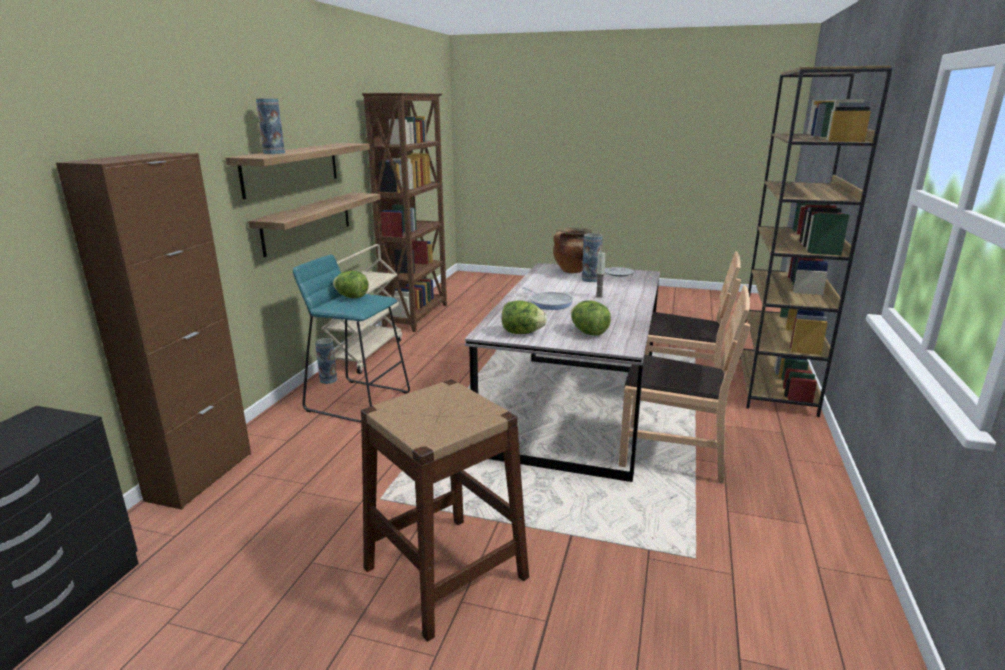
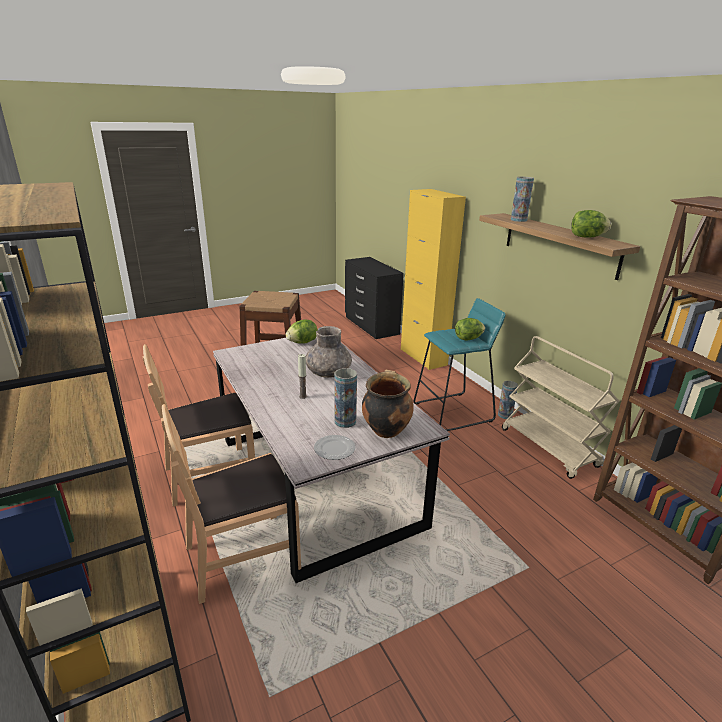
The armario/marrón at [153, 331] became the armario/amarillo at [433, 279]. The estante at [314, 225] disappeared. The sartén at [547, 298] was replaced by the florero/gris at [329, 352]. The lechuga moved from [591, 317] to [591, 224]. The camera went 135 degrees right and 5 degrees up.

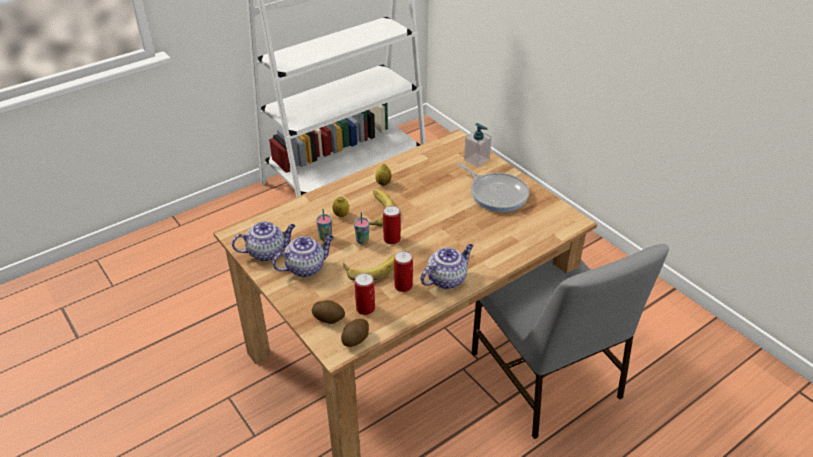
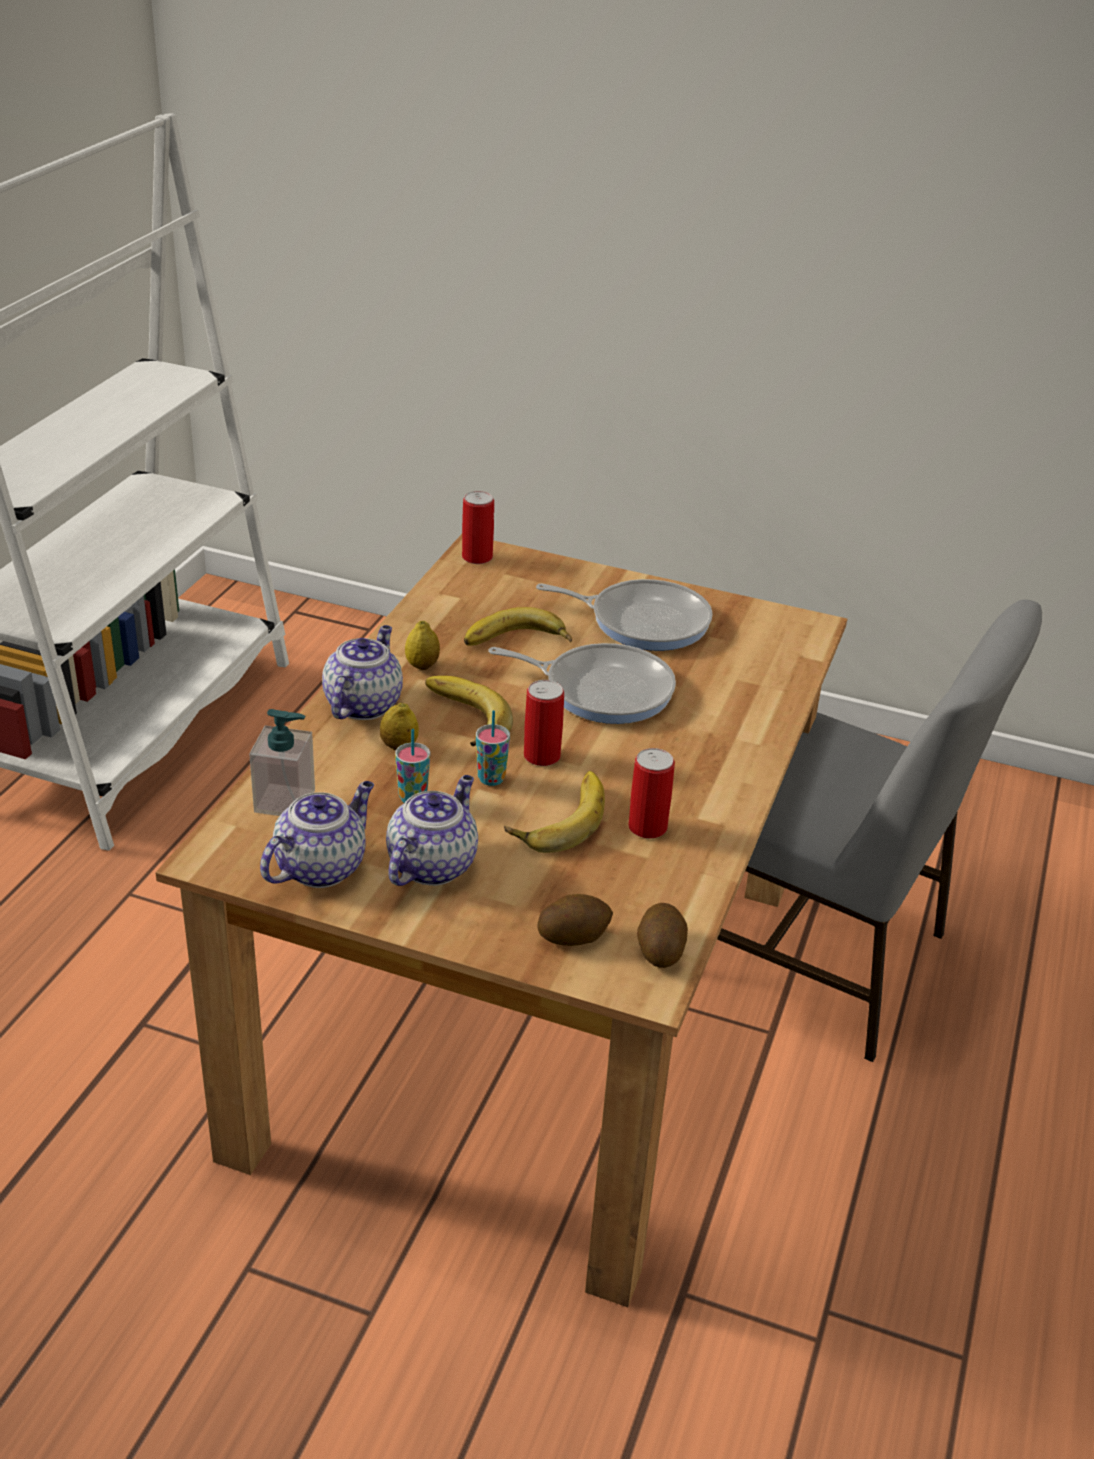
The lata moved from [365, 294] to [478, 527]. The tetera moved from [446, 266] to [362, 672]. The dispensador de jabón moved from [478, 145] to [282, 762]. The plátano at [518, 626] appeared. The sartén at [582, 683] appeared. The camera went 35 degrees left and 5 degrees down.

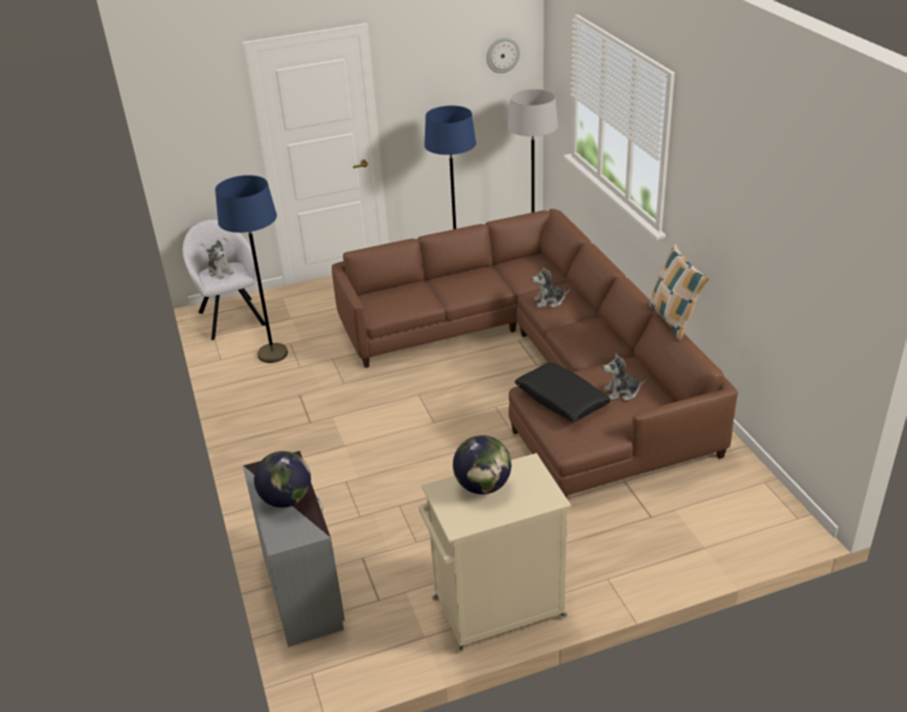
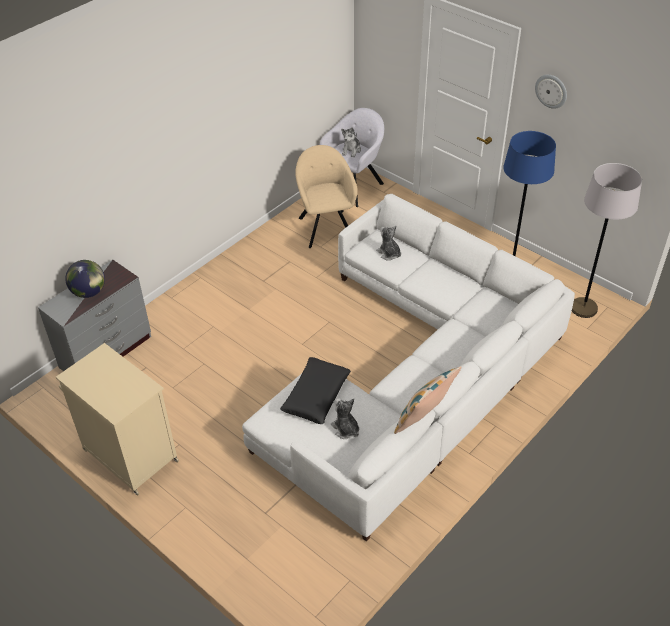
The lámpara de pie/azul at [251, 269] was replaced by the sillón/beis at [326, 196]. The sofá/marrón at [535, 353] became the sofá/blanco at [408, 368]. The globo terráqueo at [482, 464] disappeared. The reloj de pared moved from [503, 55] to [551, 92]. The peluche moved from [551, 287] to [388, 243]. The camera went 60 degrees right and 10 degrees up.

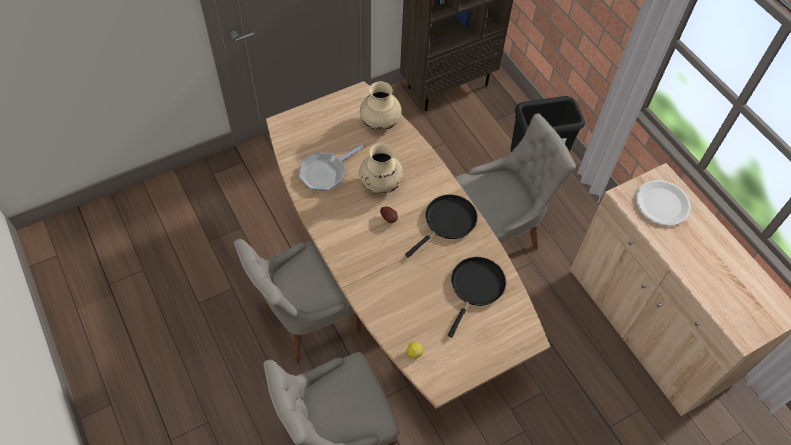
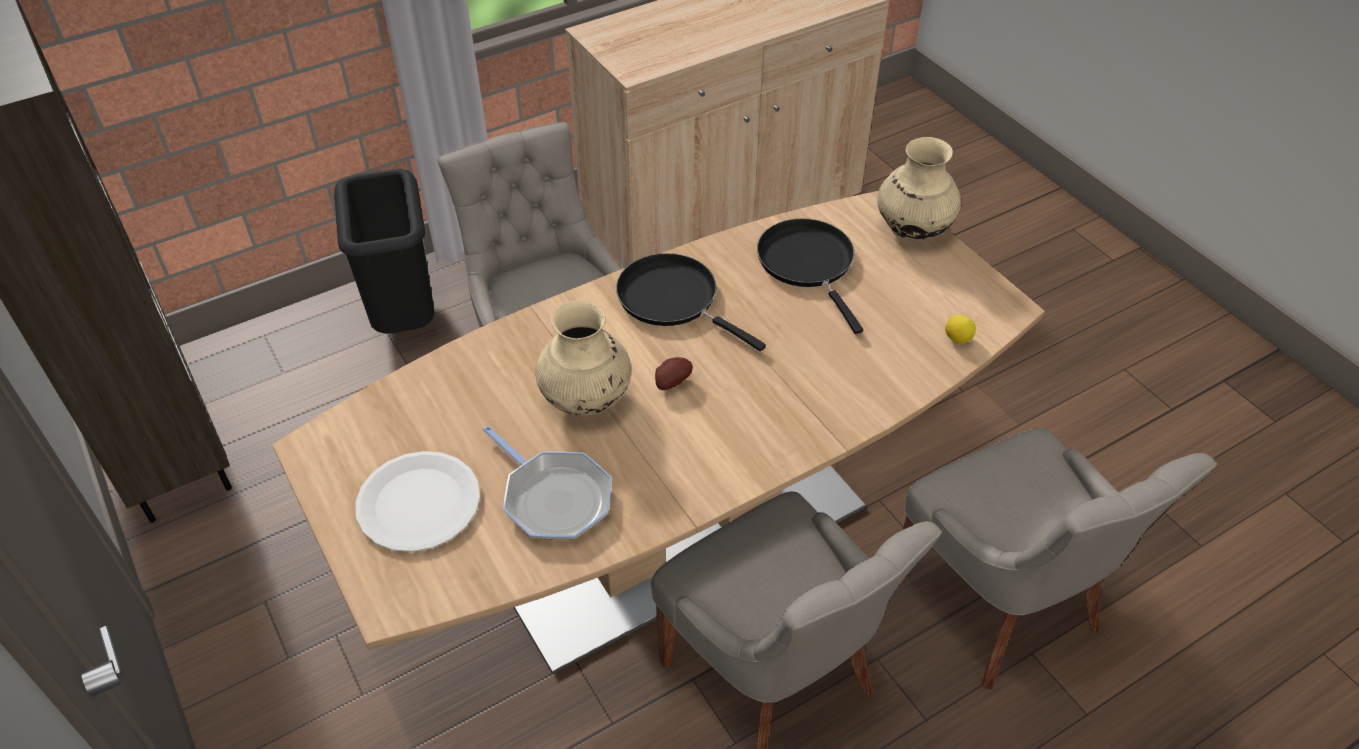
The florero/beis moved from [380, 105] to [919, 189]. The sartén/negro at [477, 297] turned 45 degrees clockwise. The plato/blanco moved from [663, 203] to [417, 501]. The camera went 90 degrees left and 10 degrees down.

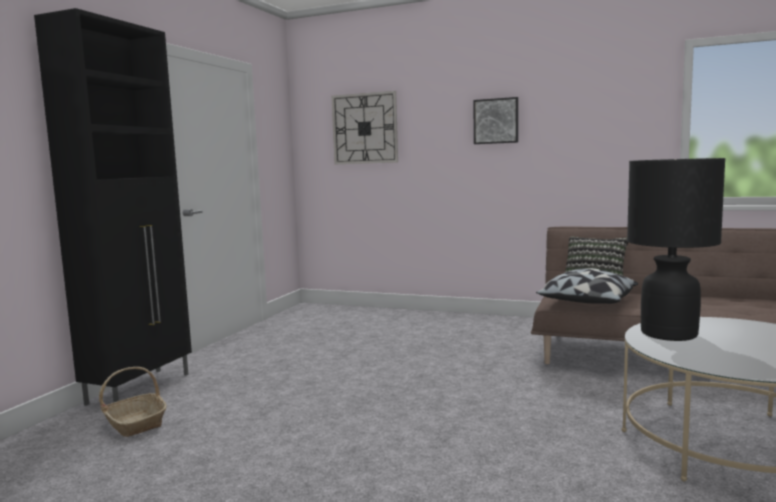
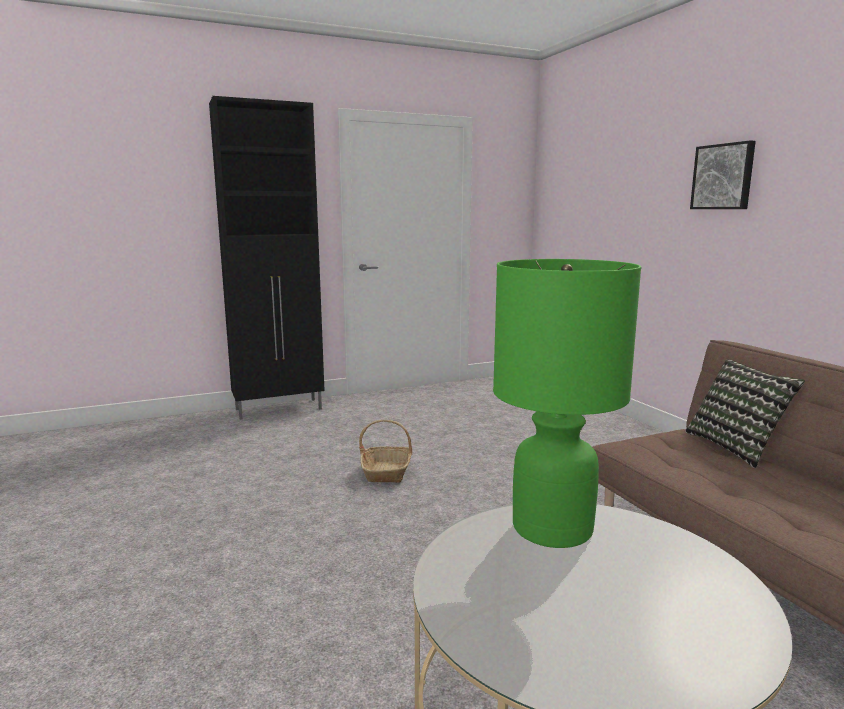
The cesta moved from [133, 402] to [385, 451]. The reloj de pared at [365, 127] disappeared. The cojín at [587, 286] disappeared. The lámpara de mesa/negro at [676, 249] became the lámpara de mesa/verde at [567, 403]. The camera went 45 degrees right and 5 degrees up.

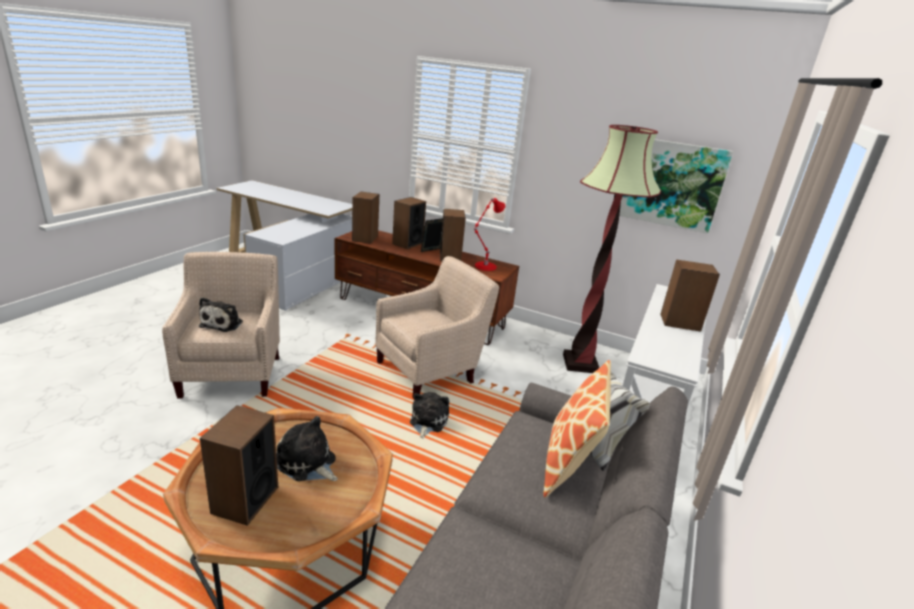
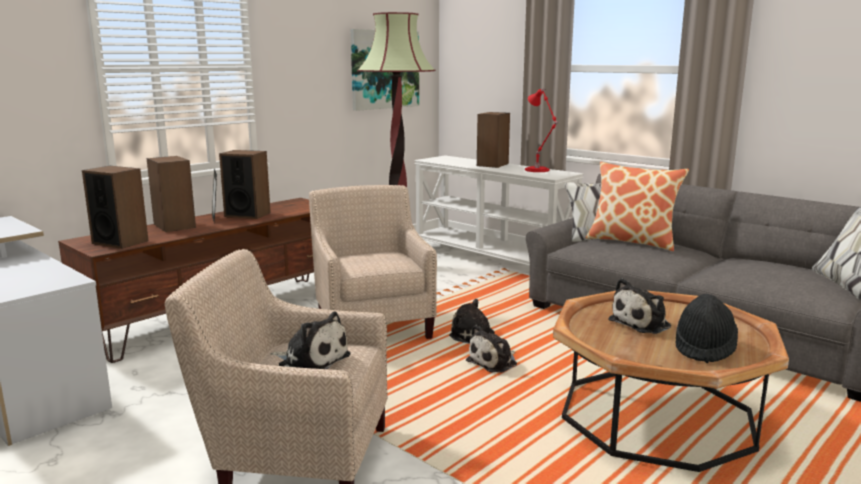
The altavoz at [239, 465] was replaced by the sombrero/negro at [707, 328]. The lámpara de mesa/rojo moved from [489, 234] to [542, 130]. The peluche at [491, 349] appeared. The camera went 70 degrees left and 10 degrees down.

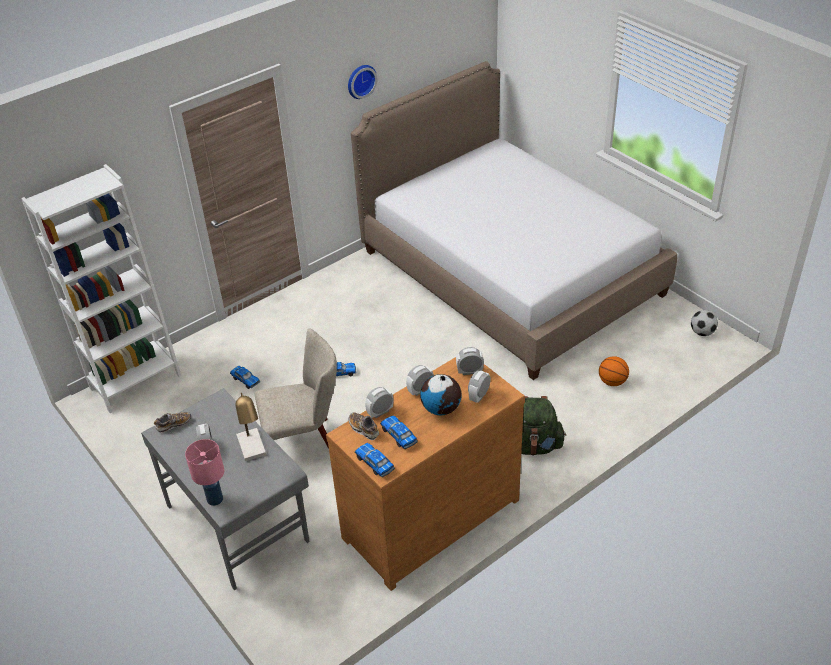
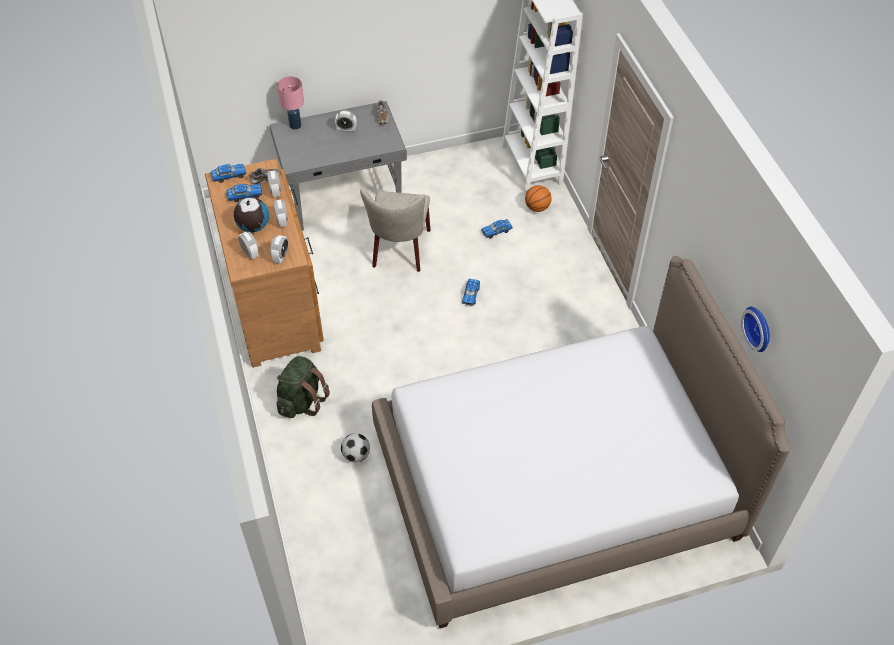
The lámpara de mesa at [250, 427] disappeared. The reloj de pared moved from [362, 82] to [755, 329]. The balón de baloncesto moved from [614, 371] to [538, 198]. The balón de fútbol moved from [704, 323] to [355, 448]. The camera went 110 degrees right and 10 degrees up.

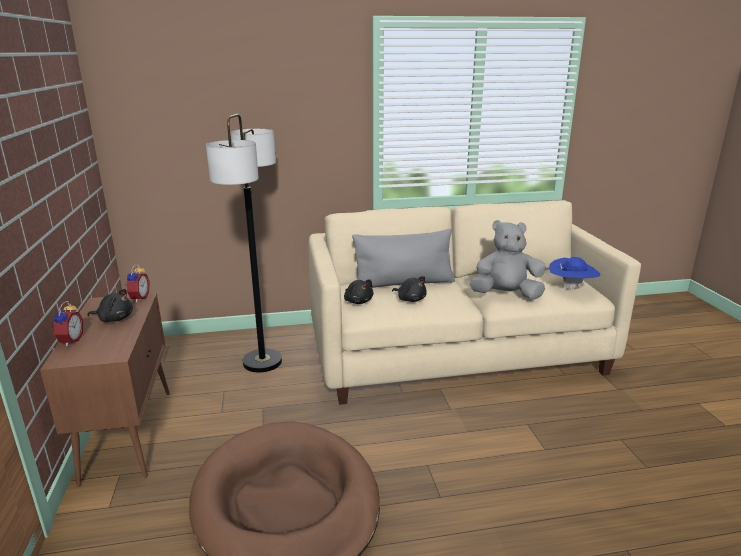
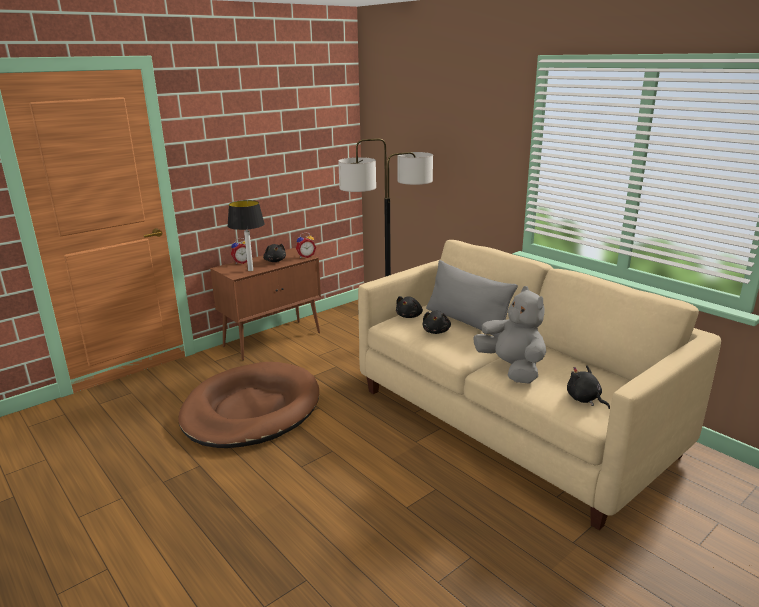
The sombrero/azul at [574, 273] was replaced by the peluche/negro at [588, 387]. The lámpara de mesa at [246, 235] appeared. The camera went 60 degrees right and 0 degrees up.

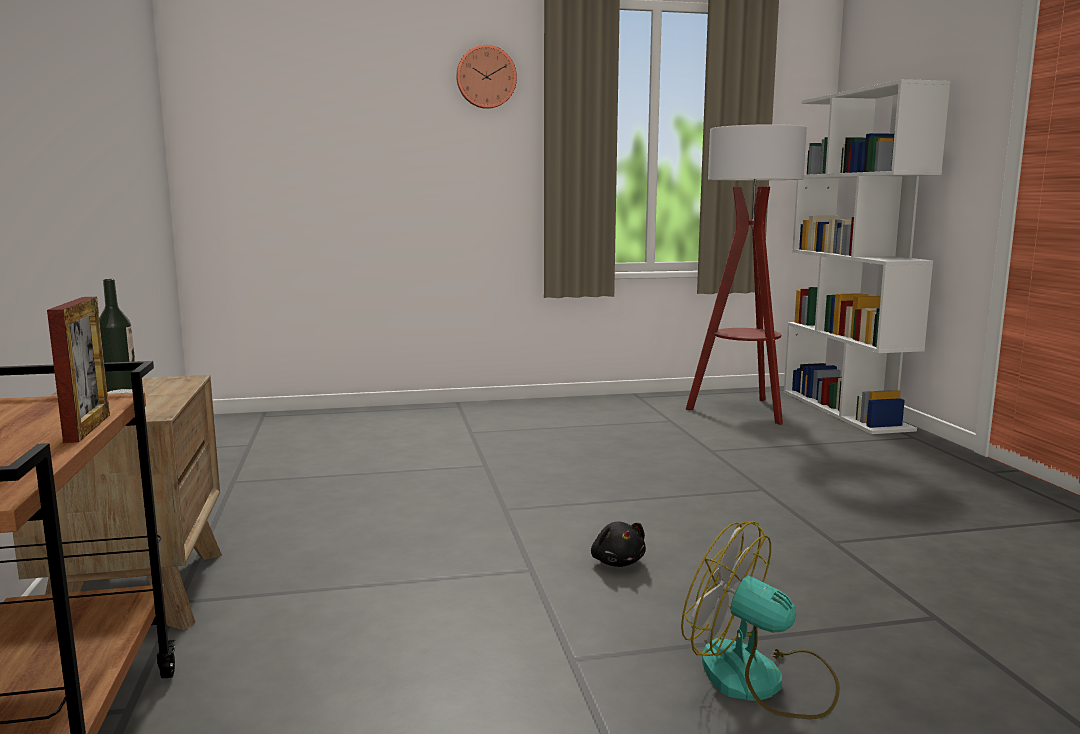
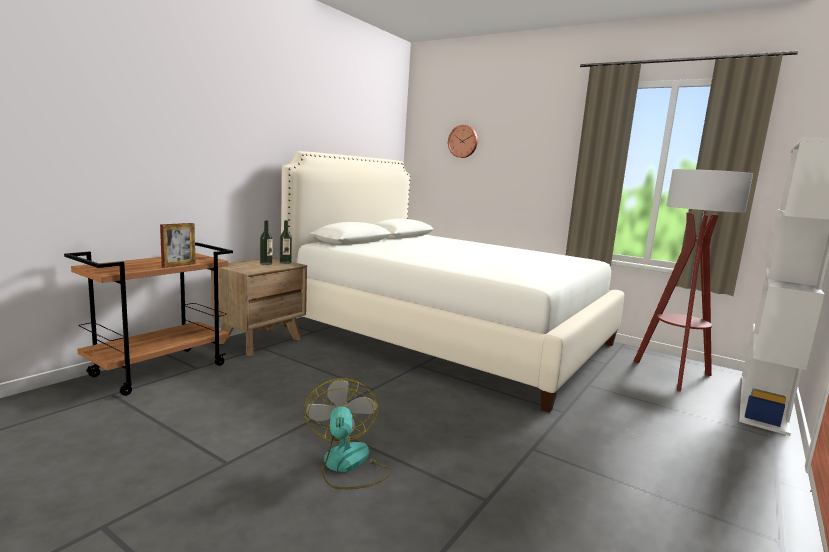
The reloj de pared moved from [486, 77] to [463, 141]. The peluche/negro at [618, 544] disappeared. The botella at [286, 242] appeared. The cama/blanco at [452, 282] appeared. The camera went 45 degrees right and 0 degrees up.

